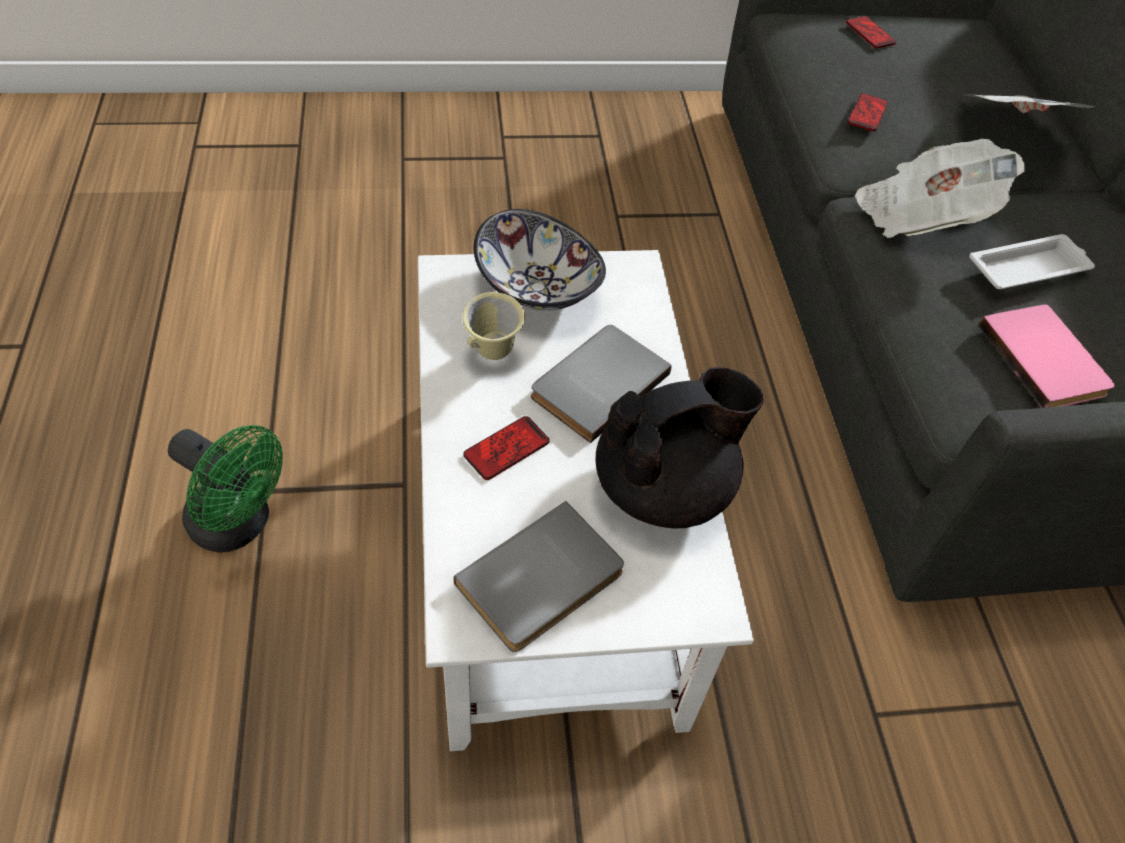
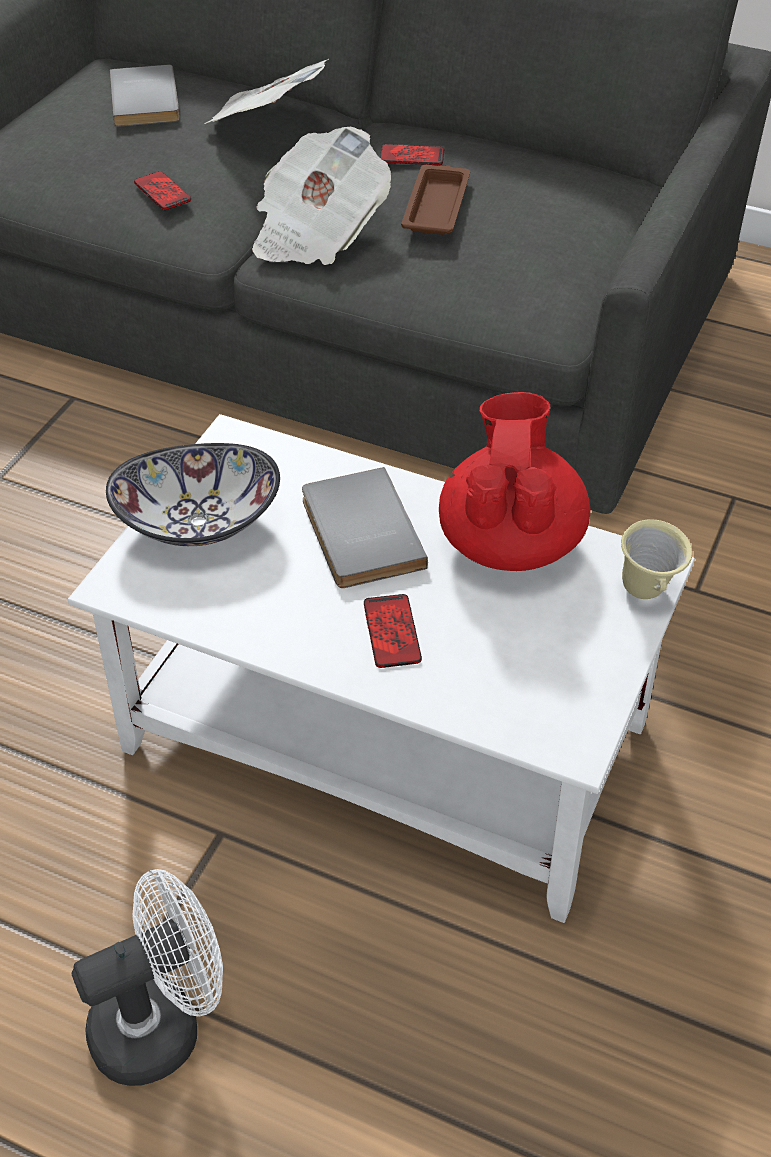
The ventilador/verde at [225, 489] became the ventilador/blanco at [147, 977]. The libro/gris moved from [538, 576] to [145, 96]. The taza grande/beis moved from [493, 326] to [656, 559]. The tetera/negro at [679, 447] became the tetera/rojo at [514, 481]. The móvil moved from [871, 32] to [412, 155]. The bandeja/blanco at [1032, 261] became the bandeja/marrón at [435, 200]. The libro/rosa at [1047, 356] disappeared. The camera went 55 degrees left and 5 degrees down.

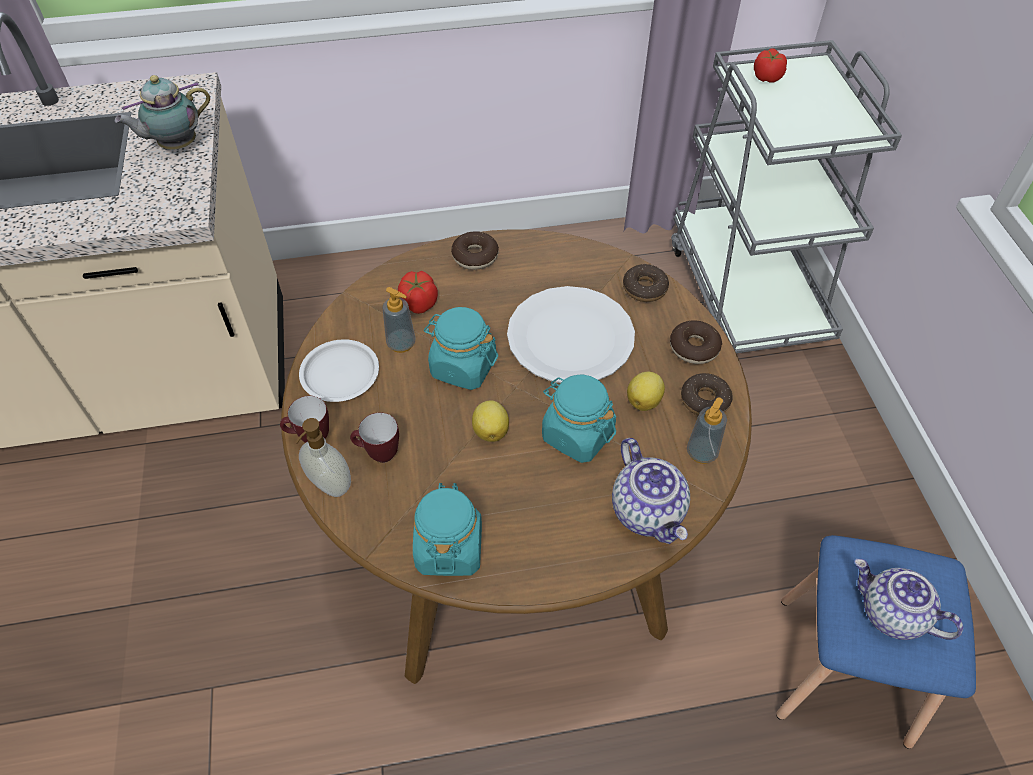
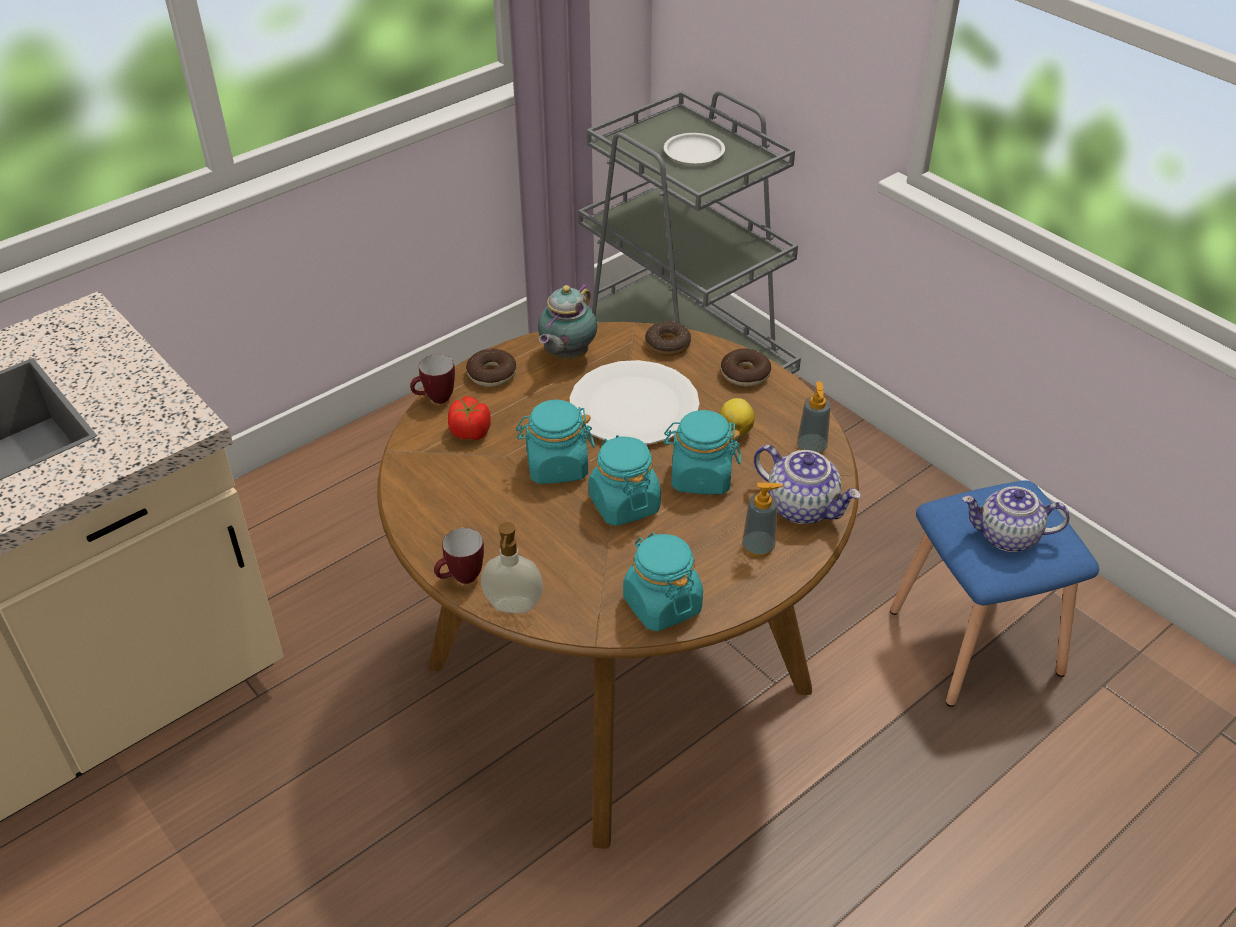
The tetera moved from [162, 112] to [567, 322]. The plato/blanco moved from [339, 370] to [694, 148]. The taza grande moved from [374, 437] to [432, 379]. The dispensador de jabón moved from [399, 320] to [762, 520]. The limón at [490, 421] was replaced by the tarro/turquesa at [624, 480]. The rosquilla at [707, 394] disappeared. The tomate at [770, 65] disappeared. The camera went 30 degrees left and 10 degrees down.

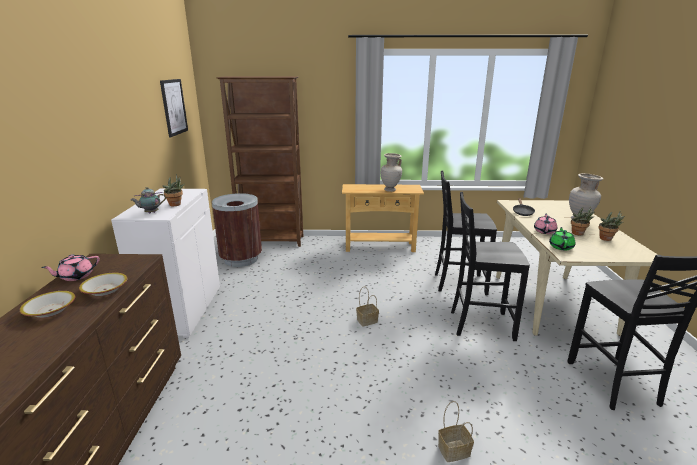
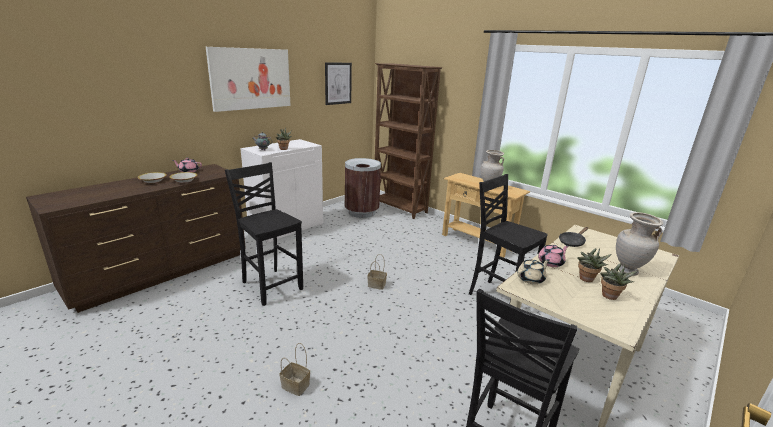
The silla/negro moved from [490, 266] to [264, 234]. The tetera/verde at [562, 238] became the tetera/beis at [533, 271]. The cuadro at [248, 79] appeared. The camera went 40 degrees right and 0 degrees up.

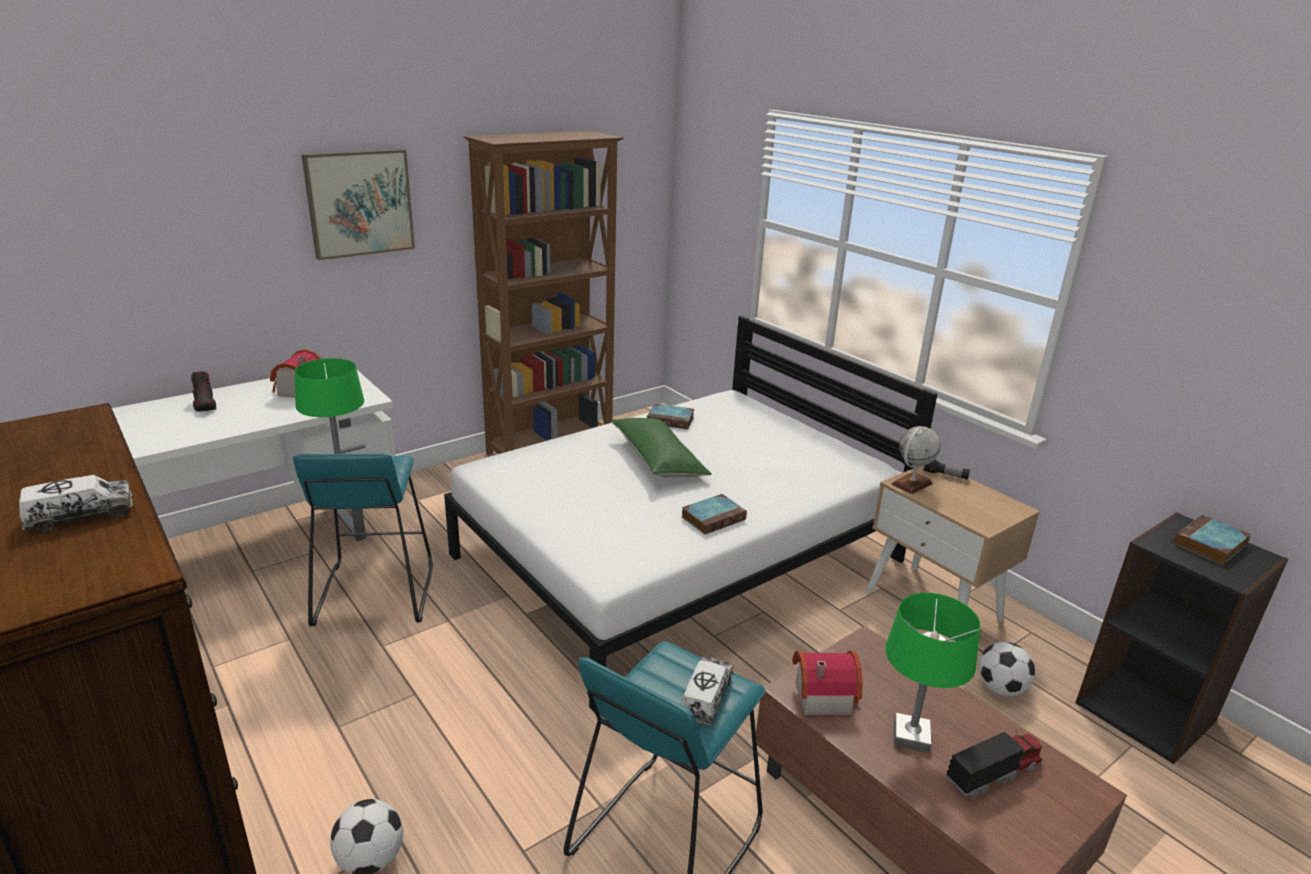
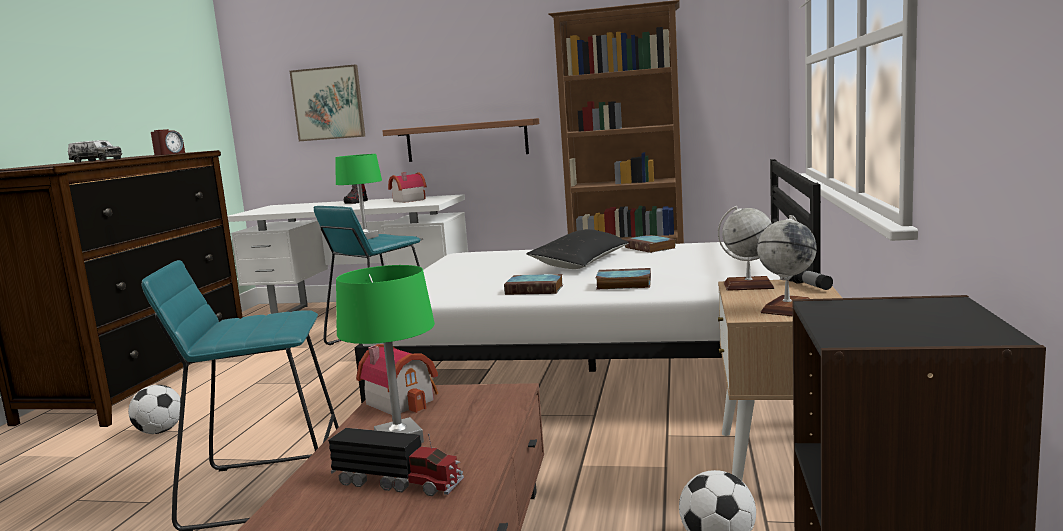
The cuadro moved from [358, 204] to [327, 103]. The cojín/verde at [661, 447] became the cojín/negro at [577, 249]. The camión de juguete at [706, 691] disappeared. The libro moved from [1212, 540] to [623, 278]. The despertador at [168, 142] appeared. The estante at [460, 140] appeared. The globo terráqueo at [787, 265] appeared. The camera went 50 degrees right and 15 degrees down.

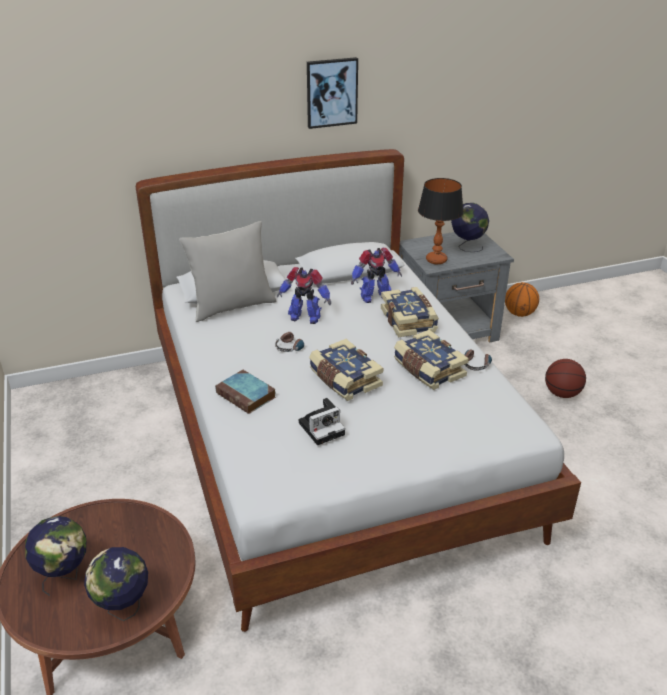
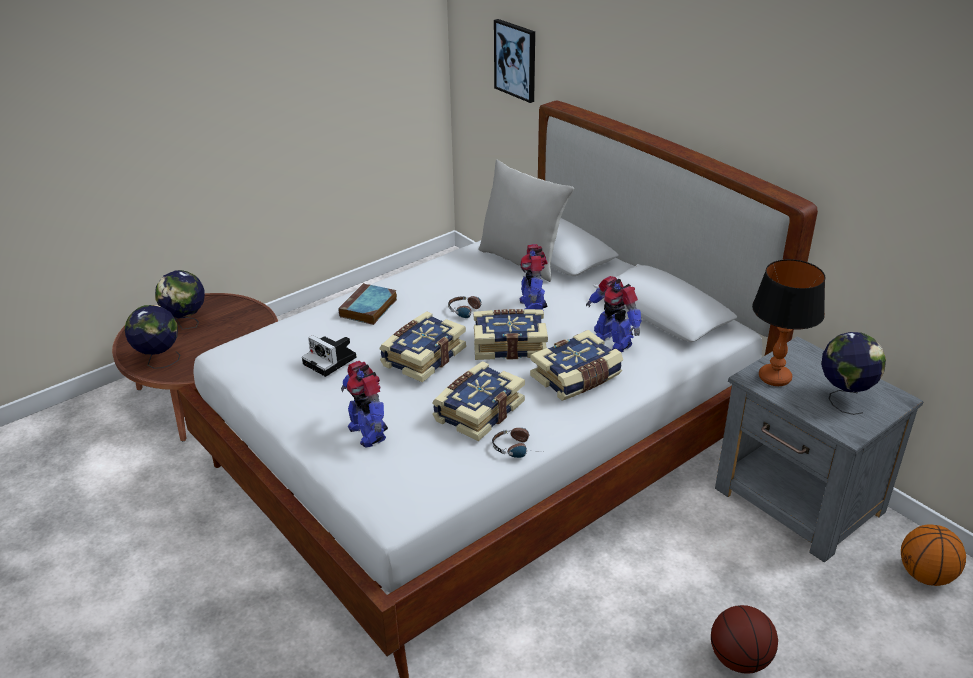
The cuadro moved from [332, 93] to [514, 61]. The robot de juguete at [364, 404] appeared. The libro at [511, 334] appeared. The camera went 70 degrees right and 0 degrees up.

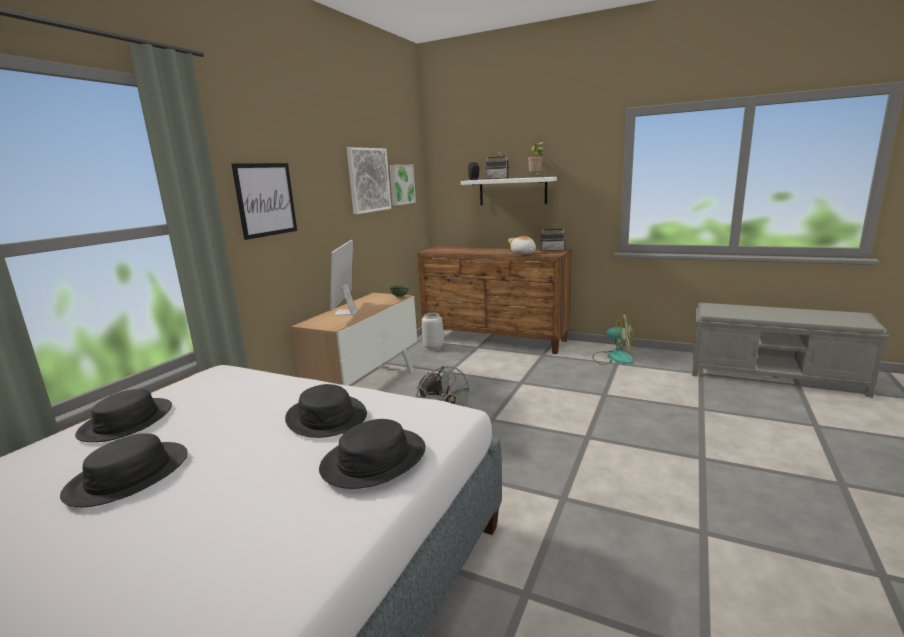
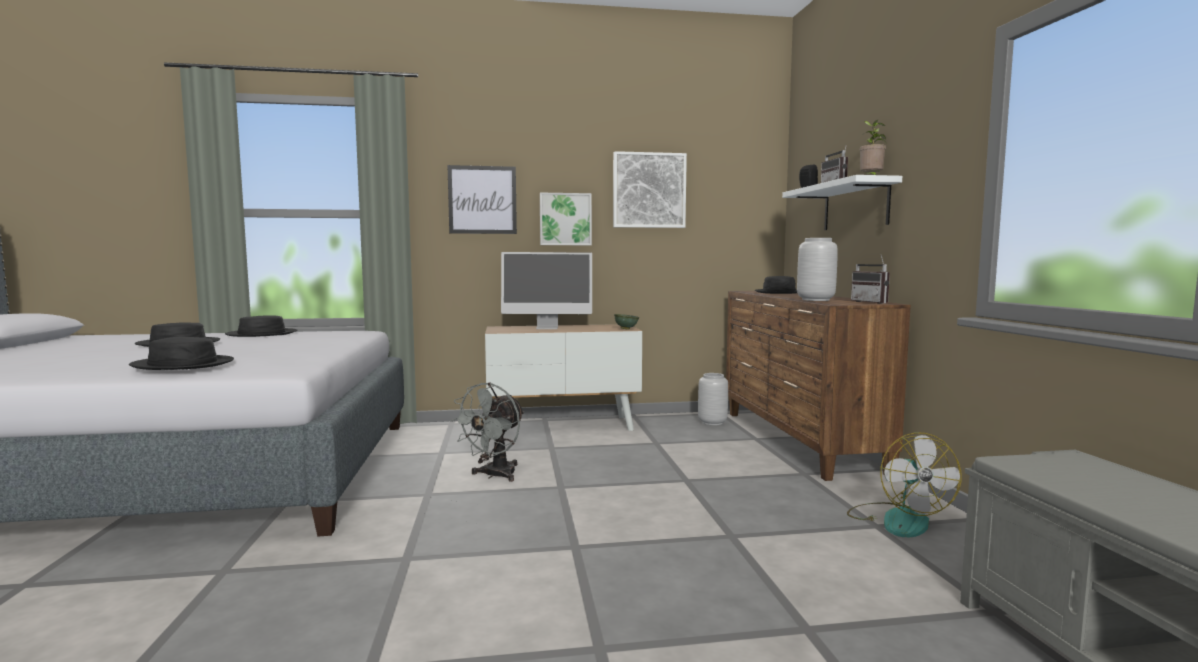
The sombrero/negro moved from [326, 411] to [776, 285]. The monitor at [344, 277] turned 150 degrees counterclockwise. The cuadro moved from [402, 185] to [566, 219]. The peluche at [522, 245] was replaced by the florero/gris at [817, 269]. The camera went 55 degrees right and 10 degrees down.

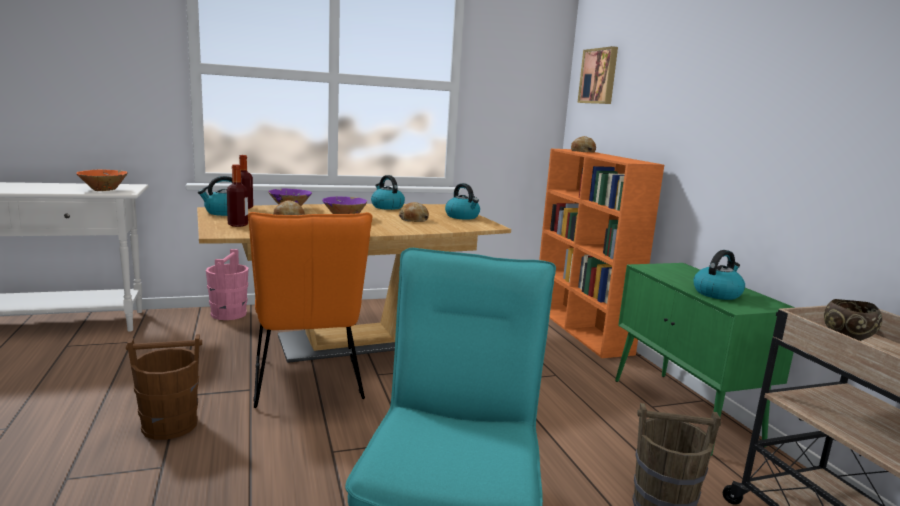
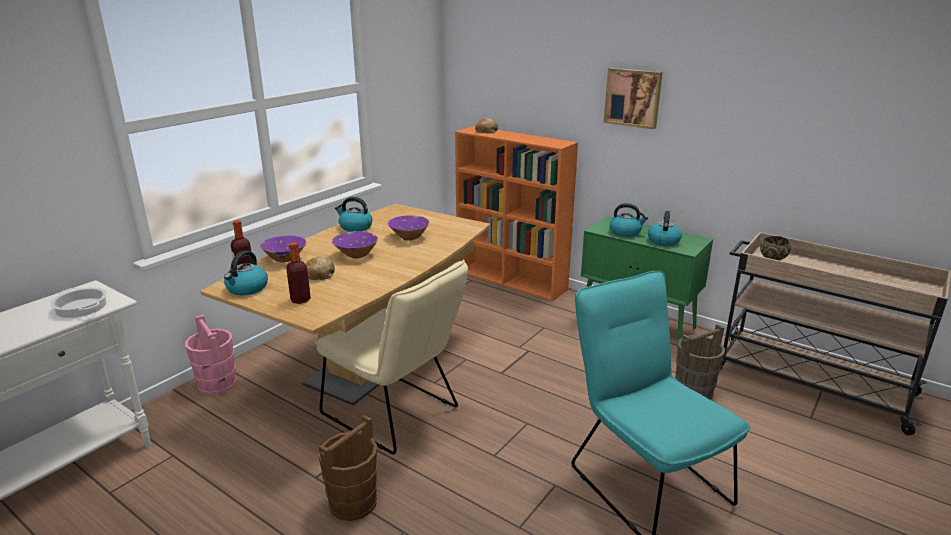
The cuenco/naranja at [102, 180] was replaced by the olla at [78, 302]. The silla/naranja at [310, 310] became the silla/beis at [391, 357]. The pan at [414, 212] was replaced by the cuenco/morado at [408, 228]. The hervidor moved from [462, 201] to [629, 220]. The cuadro moved from [597, 75] to [633, 98]. The camera went 35 degrees left and 10 degrees up.

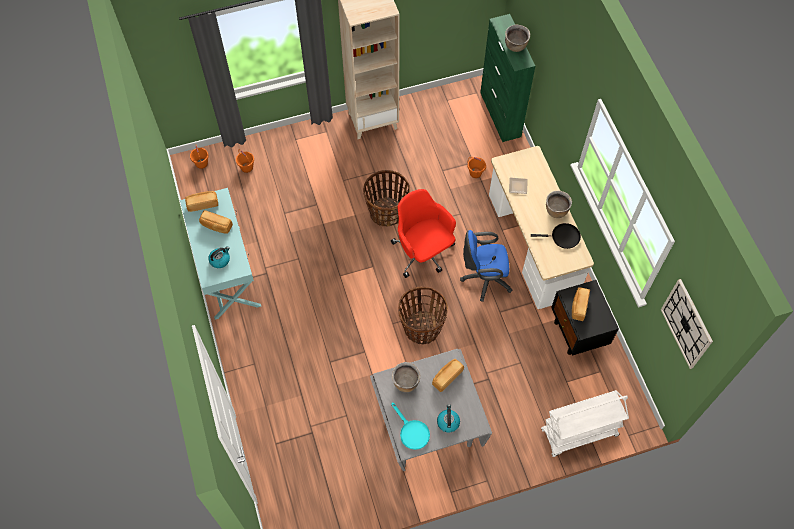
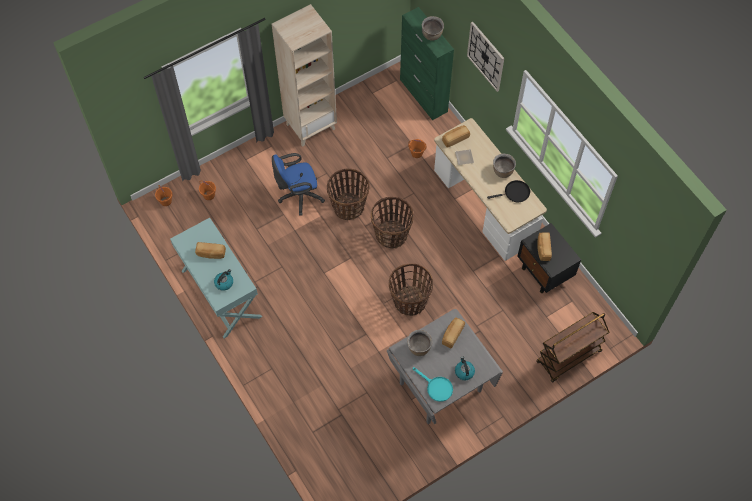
The pan moved from [201, 201] to [456, 136]. The silla de oficina/rojo at [423, 233] was replaced by the cesta at [392, 223]. The silla de oficina/azul moved from [486, 266] to [298, 184]. The carrito/blanco at [585, 423] became the carrito/marrón at [572, 347]. The reloj de pared moved from [687, 324] to [485, 57]. The camera went 15 degrees left and 0 degrees up.

